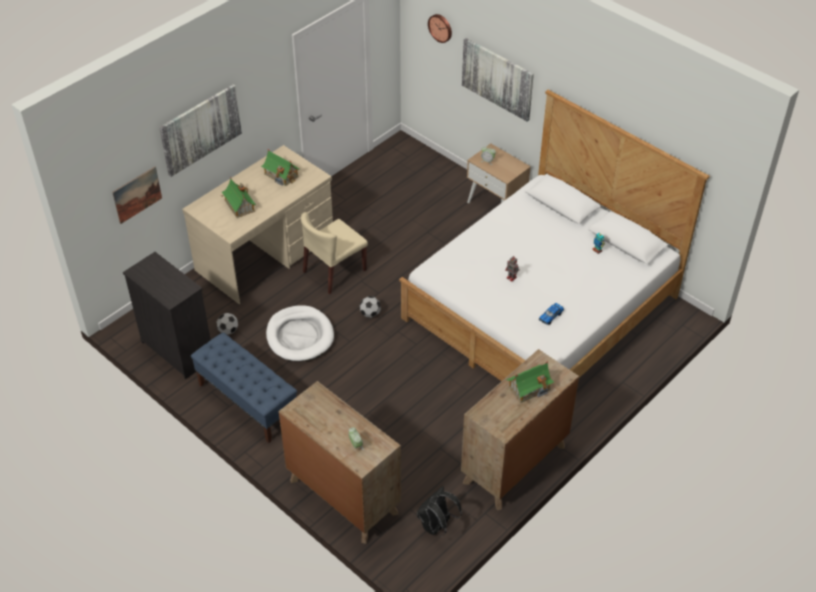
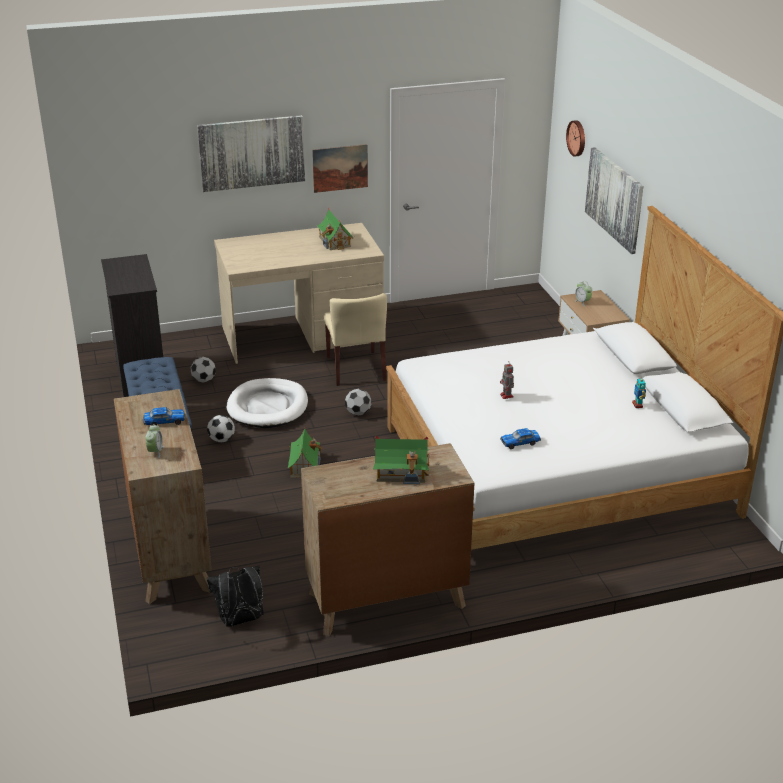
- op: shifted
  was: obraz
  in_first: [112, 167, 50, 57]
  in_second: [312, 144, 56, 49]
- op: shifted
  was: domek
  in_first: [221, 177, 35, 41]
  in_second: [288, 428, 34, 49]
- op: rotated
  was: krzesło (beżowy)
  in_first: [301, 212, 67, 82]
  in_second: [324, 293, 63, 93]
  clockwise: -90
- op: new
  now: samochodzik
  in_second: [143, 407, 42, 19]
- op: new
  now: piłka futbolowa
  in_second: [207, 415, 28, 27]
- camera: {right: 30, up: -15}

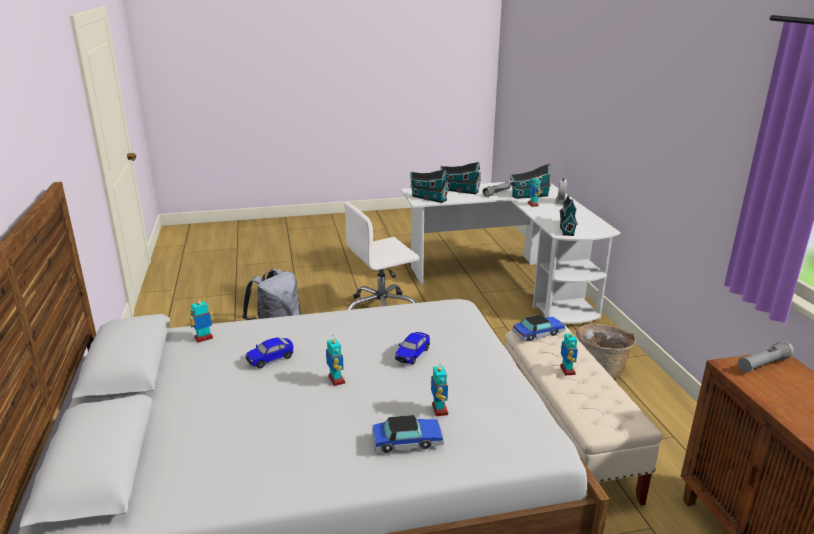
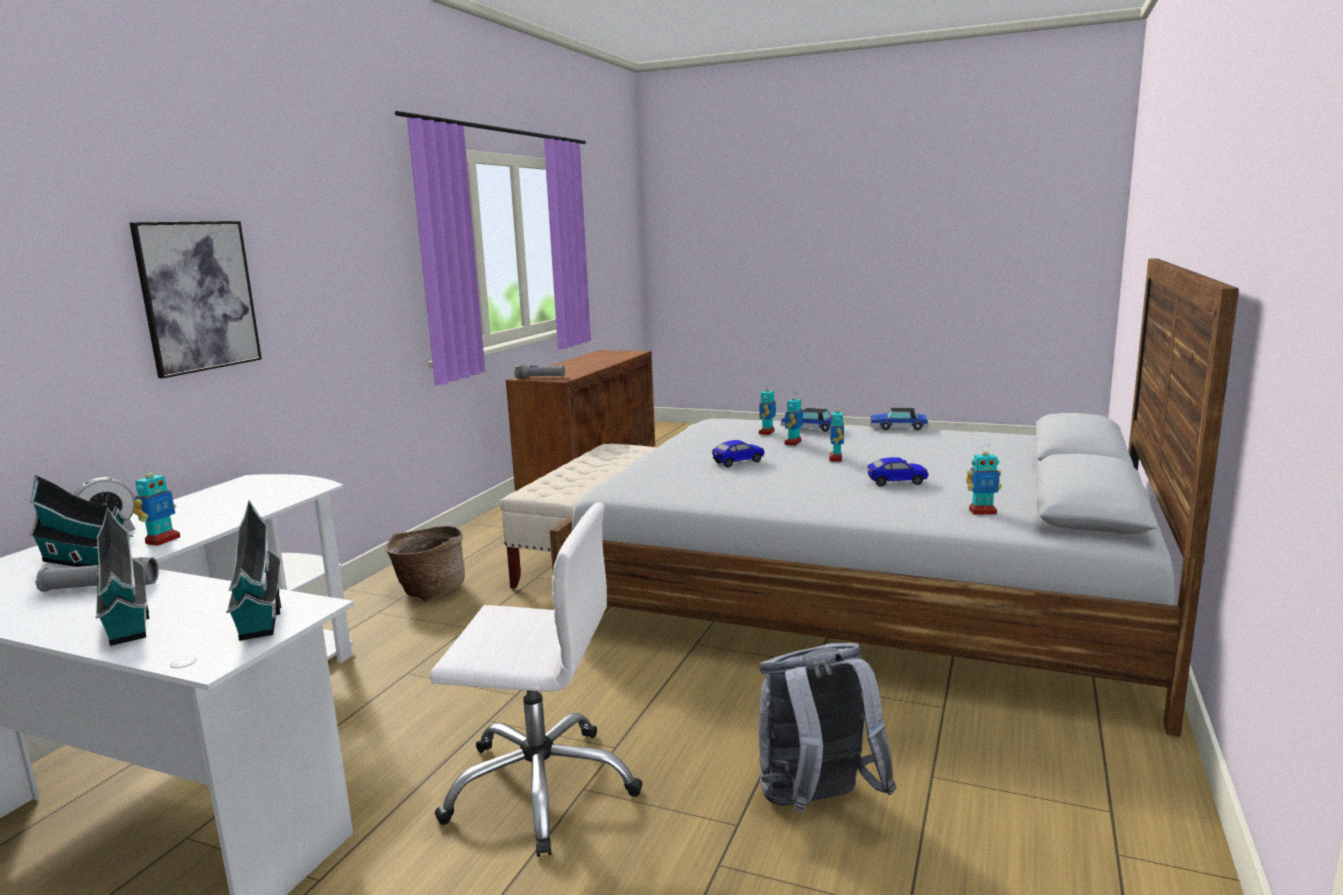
- op: shifted
  was: samochodzik
  in_first: [512, 314, 54, 27]
  in_second: [870, 408, 58, 23]
- op: gone
  was: domek
  in_first: [559, 195, 19, 41]
- op: shifted
  was: robot zabawkowy
  in_first: [560, 329, 18, 46]
  in_second: [784, 393, 20, 53]
- op: new
  now: obraz
  in_second: [130, 221, 132, 157]
- camera: {right: -145, up: -10}

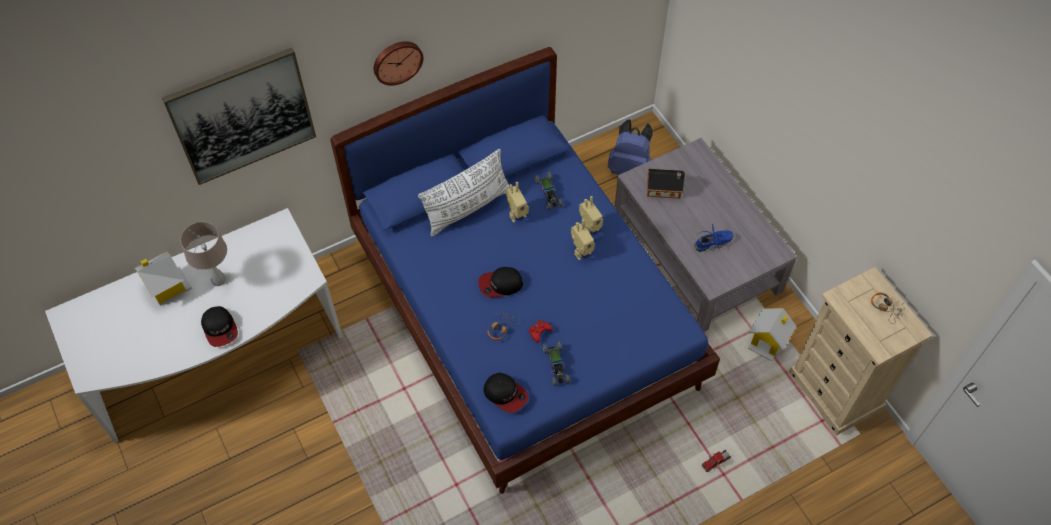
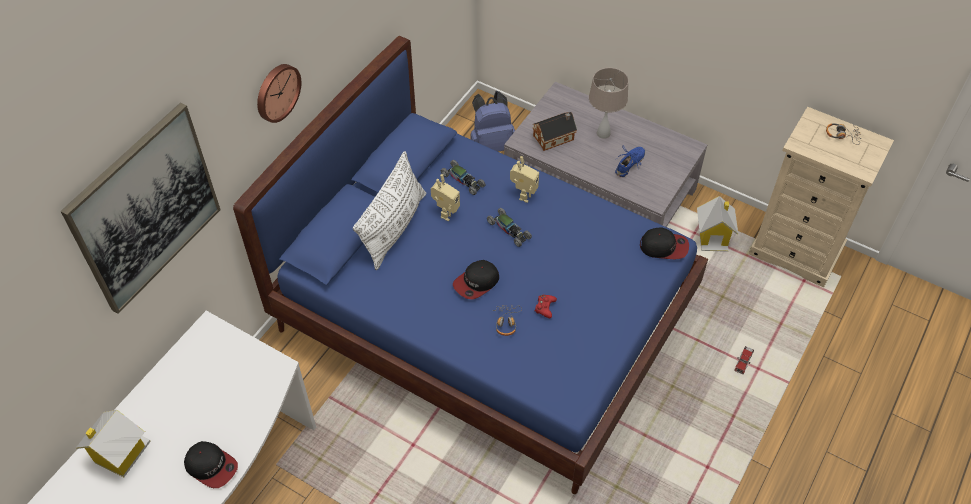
- op: shifted
  was: lampa stołowa (beżowy)
  in_first: [180, 222, 47, 64]
  in_second: [589, 68, 40, 71]
- op: shifted
  was: czapka z daszkiem
  in_first: [483, 373, 45, 40]
  in_second: [640, 227, 49, 32]
- op: shifted
  was: samochodzik
  in_first: [543, 341, 27, 45]
  in_second: [487, 208, 45, 39]
- op: gone
  was: robot zabawkowy
  in_first: [571, 219, 24, 41]
- camera: {right: -30, up: -5}

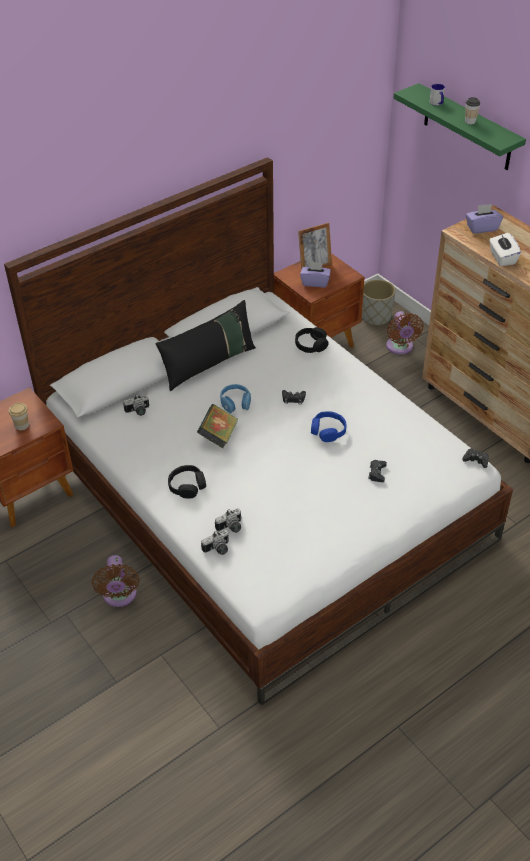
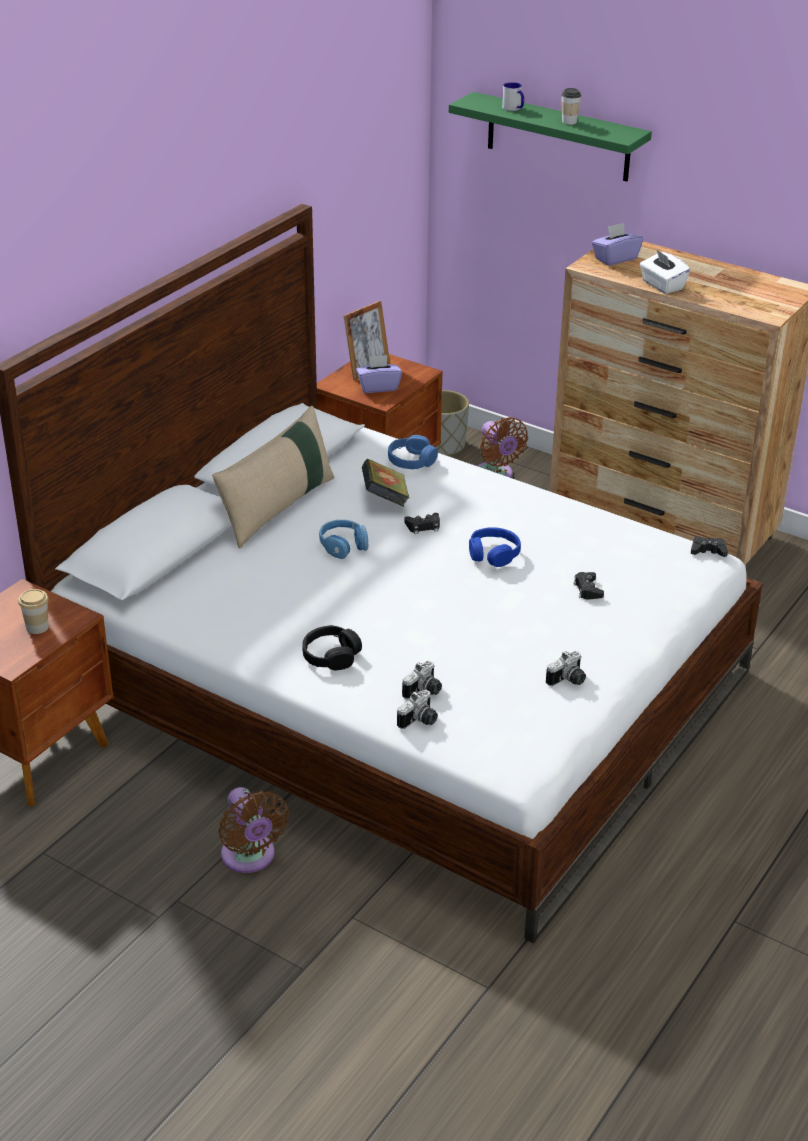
- op: shifted
  was: aparat fotograficzny
  in_first: [123, 394, 26, 22]
  in_second: [546, 651, 40, 35]
- op: repainted
  was: poduszka (czarny)
  now: poduszka (beżowy)
  in_first: [155, 300, 101, 91]
  in_second: [212, 406, 123, 143]
- op: shifted
  was: książka
  in_first: [197, 404, 41, 44]
  in_second: [361, 459, 49, 48]
- op: repainted
  was: słuchawki (czarny)
  now: słuchawki (niebieski)
  in_first: [295, 327, 33, 26]
  in_second: [388, 435, 50, 34]
- camera: {right: -20, up: -10}

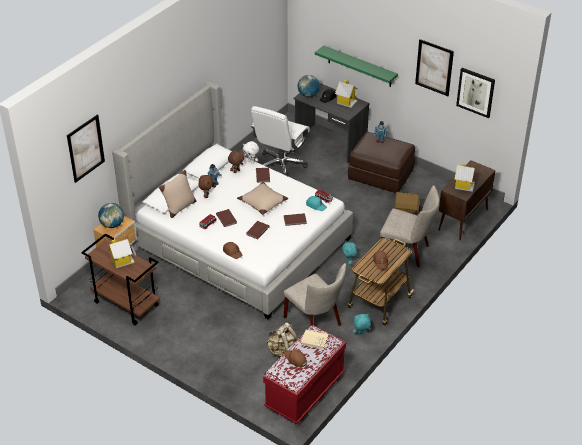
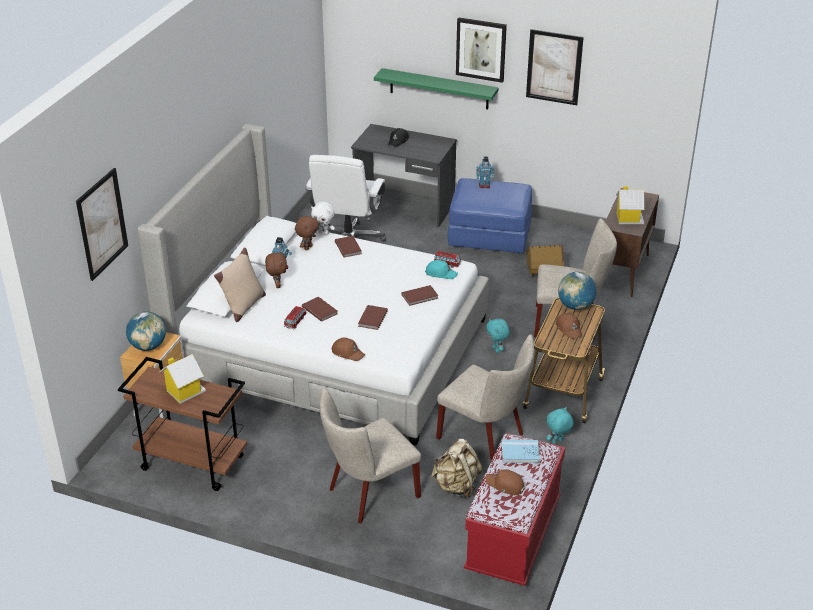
- op: gone
  was: poduszka (beżowy)
  in_first: [237, 182, 51, 33]
- op: shifted
  was: globus
  in_first: [298, 75, 22, 22]
  in_second: [558, 272, 39, 38]
- op: repainted
  was: książka (beżowy)
  now: książka (niebieski)
  in_first: [301, 330, 27, 19]
  in_second: [502, 440, 38, 23]
- op: gone
  was: domek
  in_first: [335, 80, 22, 28]
- op: repainted
  was: pufa (brązowy)
  now: pufa (niebieski)
  in_first: [348, 132, 67, 61]
  in_second: [447, 178, 85, 75]
- op: shifted
  was: obraz
  in_first: [456, 68, 39, 50]
  in_second: [456, 17, 51, 66]
- op: new
  now: krzesło (beżowy)
  in_second: [320, 387, 101, 137]
- camera: {right: -15, up: -5}

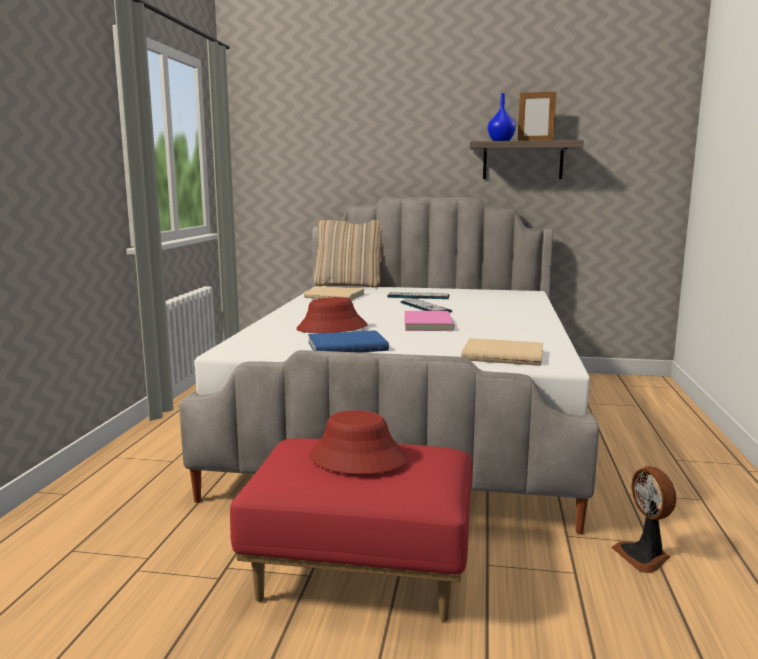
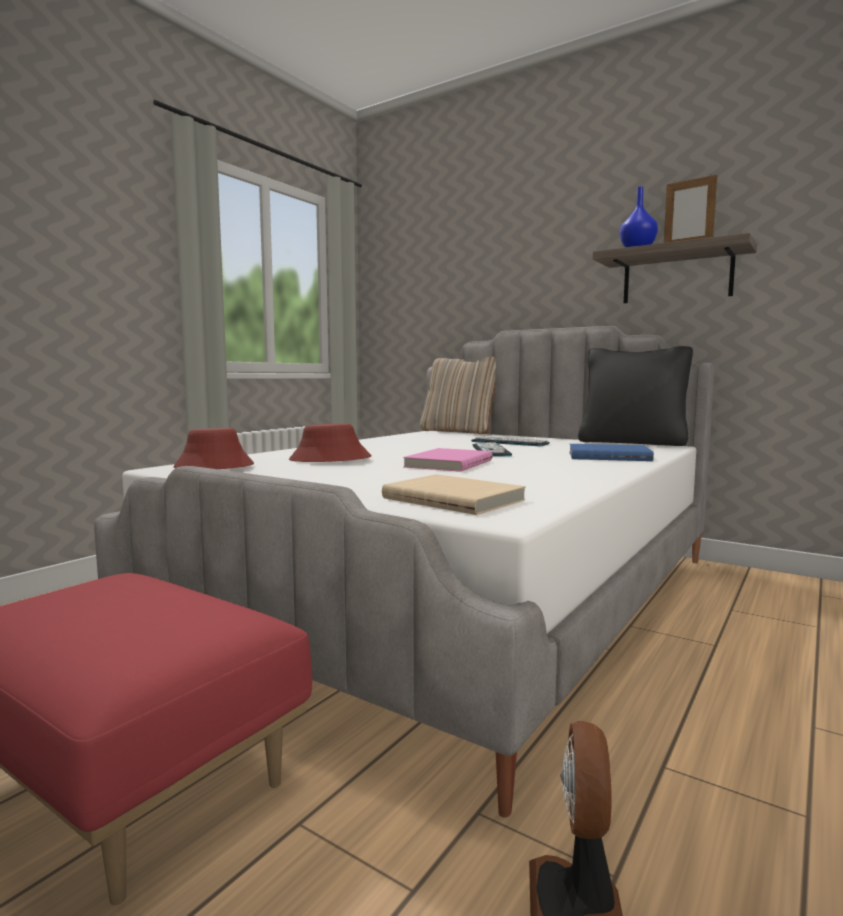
- op: gone
  was: książka (beżowy)
  in_first: [304, 286, 61, 15]
- op: shifted
  was: książka (niebieski)
  in_first: [308, 330, 81, 23]
  in_second: [569, 444, 85, 17]
- op: shifted
  was: kapelusz (czerwony)
  in_first: [309, 410, 99, 64]
  in_second: [173, 428, 81, 41]
- op: new
  now: poduszka (czarny)
  in_second: [578, 346, 115, 100]
- camera: {right: 25, up: -5}

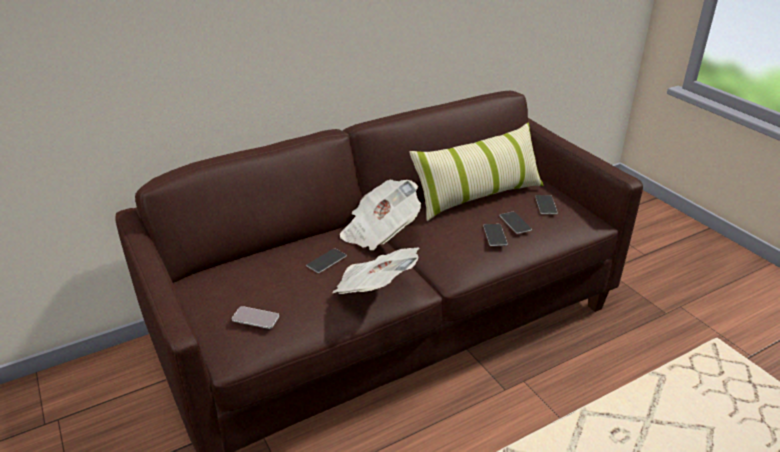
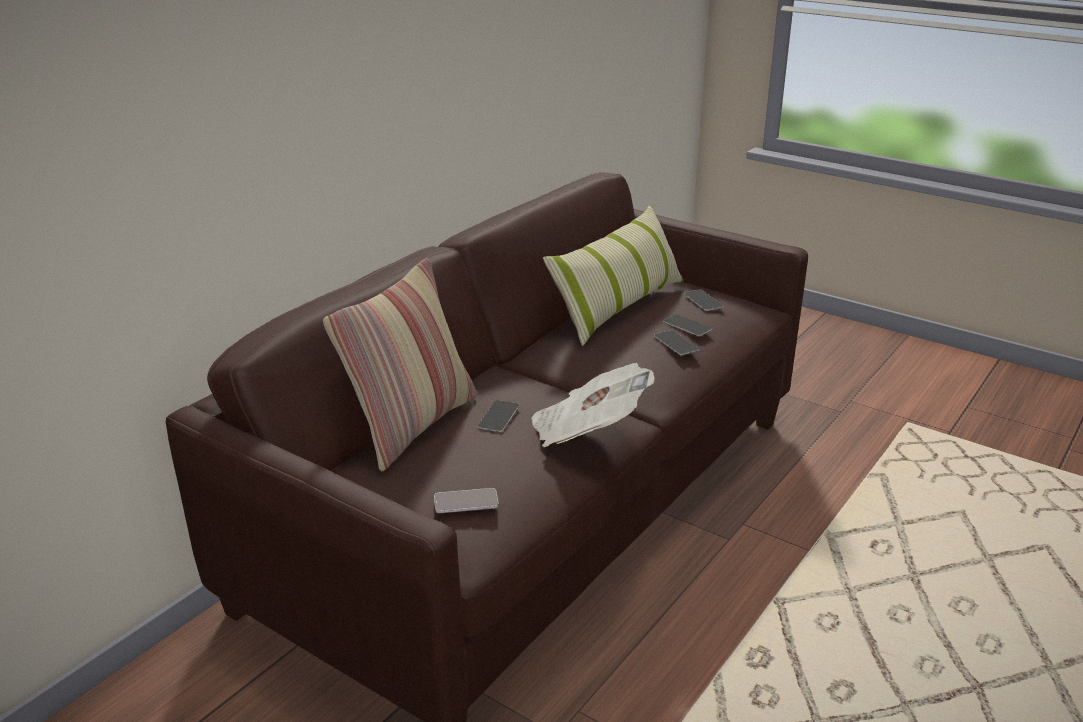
- op: gone
  was: gazeta
  in_first: [340, 180, 81, 70]
- op: new
  now: poduszka
  in_second: [323, 258, 154, 213]
- camera: {right: -25, up: -5}

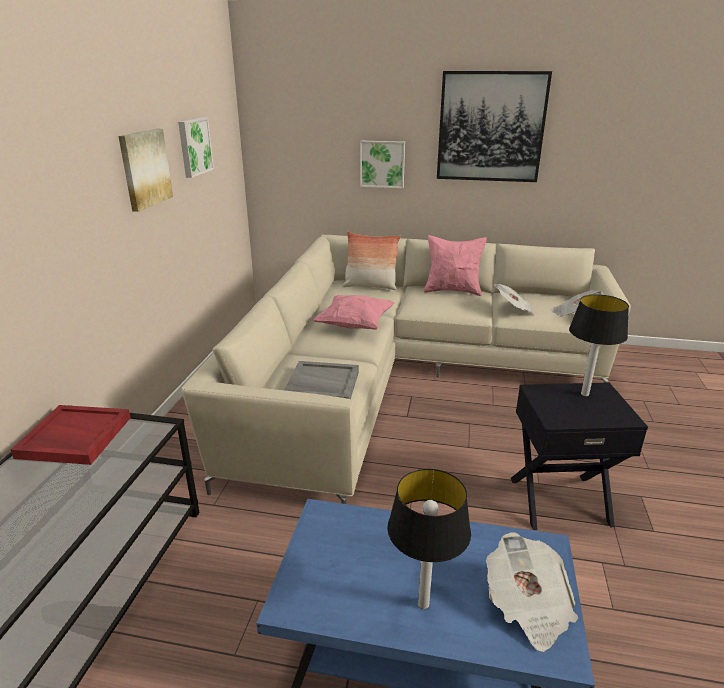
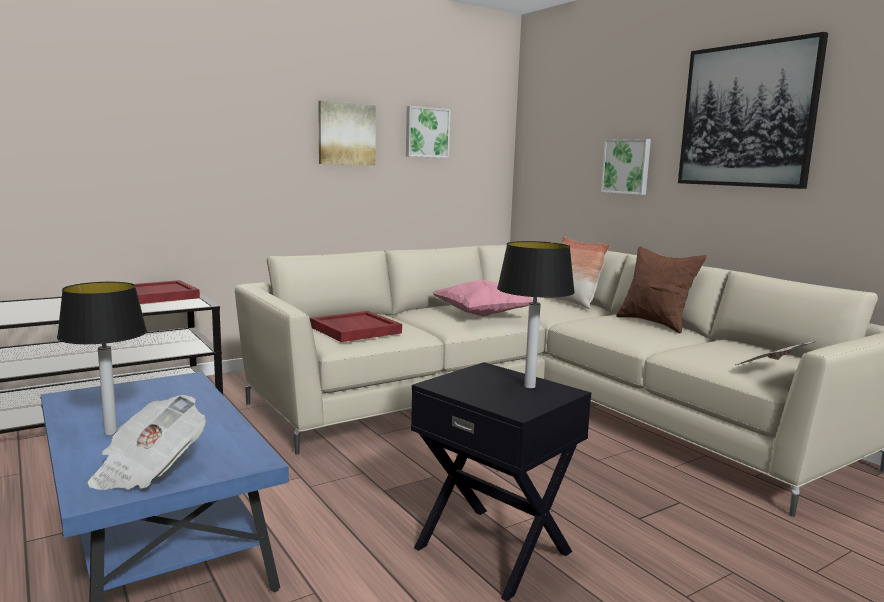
- op: repainted
  was: taca (szary)
  now: taca (czerwony)
  in_first: [284, 361, 75, 38]
  in_second: [310, 311, 92, 31]
- op: repainted
  was: poduszka (różowy)
  now: poduszka (brązowy)
  in_first: [424, 235, 63, 61]
  in_second: [616, 247, 90, 86]
- op: gone
  was: gazeta
  in_first: [494, 284, 43, 30]
- camera: {right: 45, up: -15}

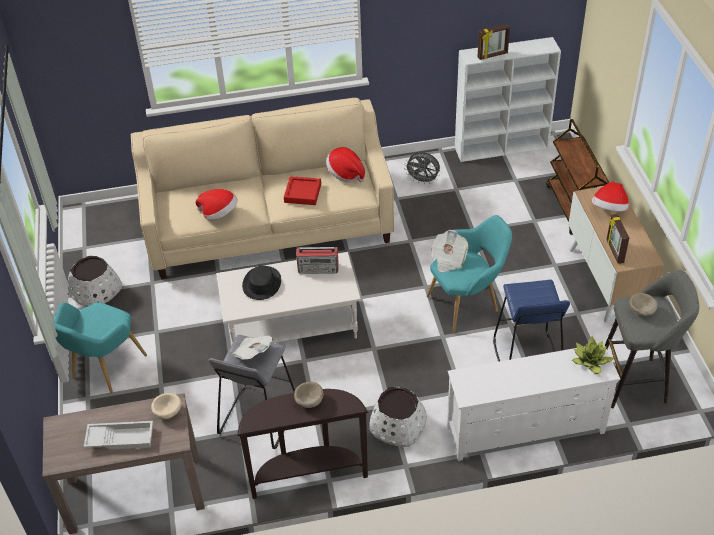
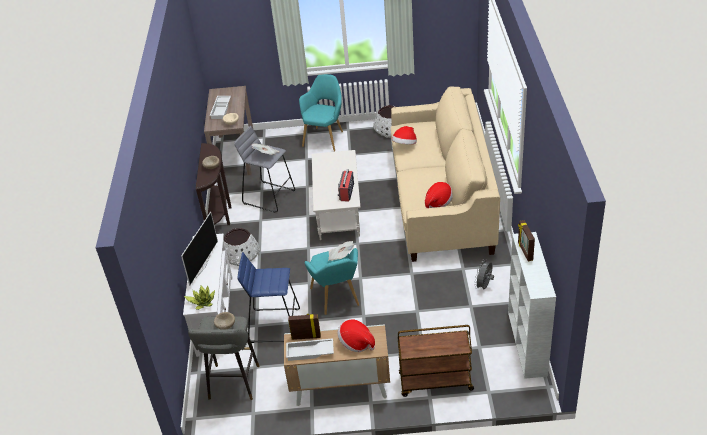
- op: rotated
  was: fotel (turkusowy)
  in_first: [53, 302, 94, 92]
  in_second: [299, 74, 44, 78]
  clockwise: 75
- op: gone
  was: kapelusz (czarny)
  in_first: [242, 266, 39, 34]
- op: gone
  was: taca (czerwony)
  in_first: [284, 176, 37, 29]
- op: new
  now: telewizor
  in_second: [181, 212, 37, 74]
- op: new
  now: taca (biały)
  in_second: [286, 338, 48, 23]
- camera: {right: 100, up: -5}

